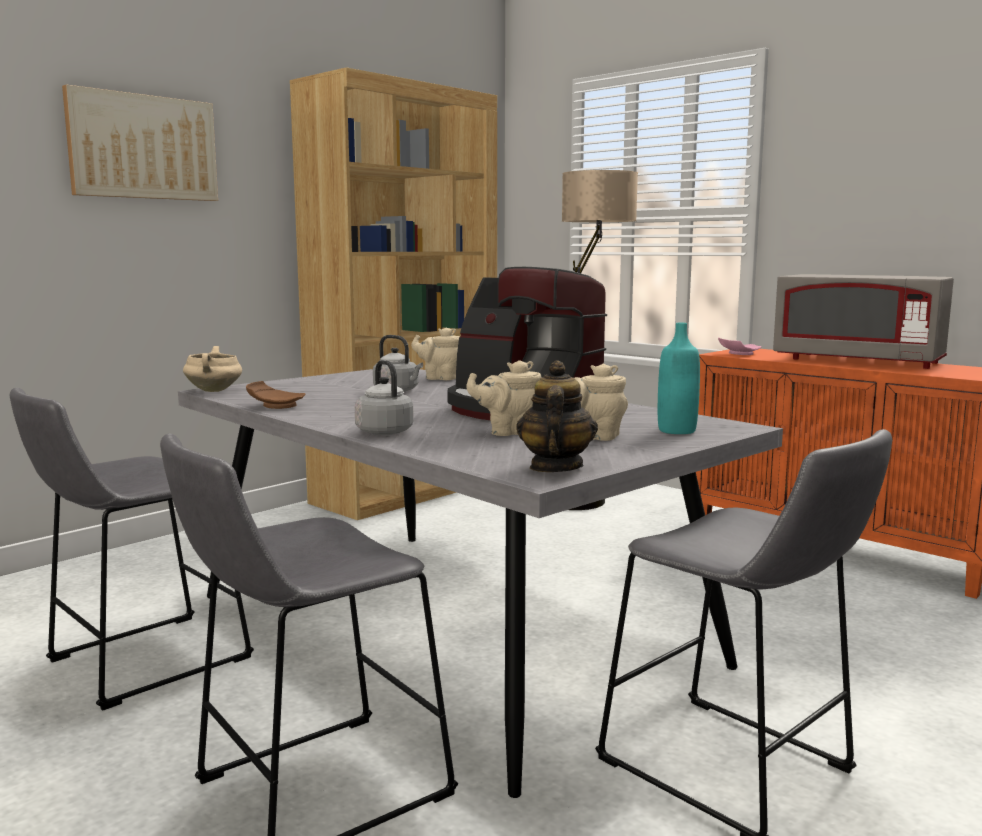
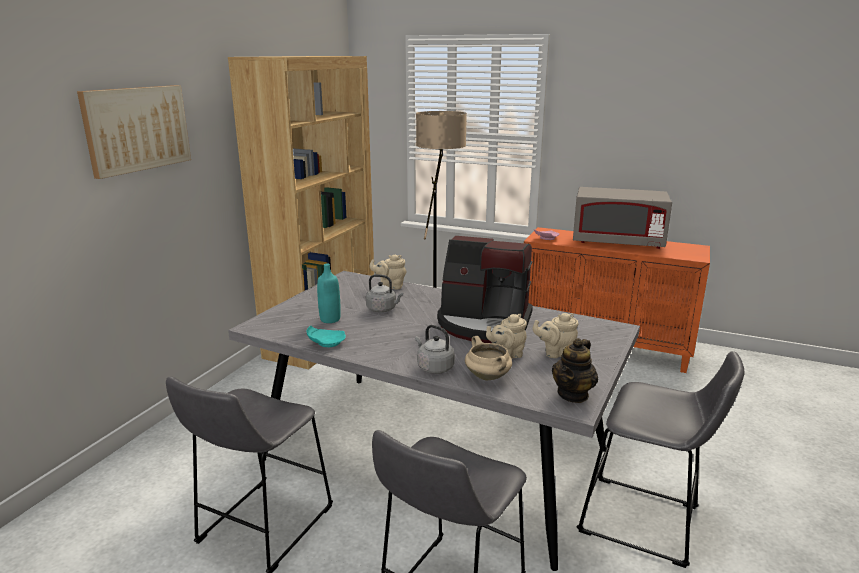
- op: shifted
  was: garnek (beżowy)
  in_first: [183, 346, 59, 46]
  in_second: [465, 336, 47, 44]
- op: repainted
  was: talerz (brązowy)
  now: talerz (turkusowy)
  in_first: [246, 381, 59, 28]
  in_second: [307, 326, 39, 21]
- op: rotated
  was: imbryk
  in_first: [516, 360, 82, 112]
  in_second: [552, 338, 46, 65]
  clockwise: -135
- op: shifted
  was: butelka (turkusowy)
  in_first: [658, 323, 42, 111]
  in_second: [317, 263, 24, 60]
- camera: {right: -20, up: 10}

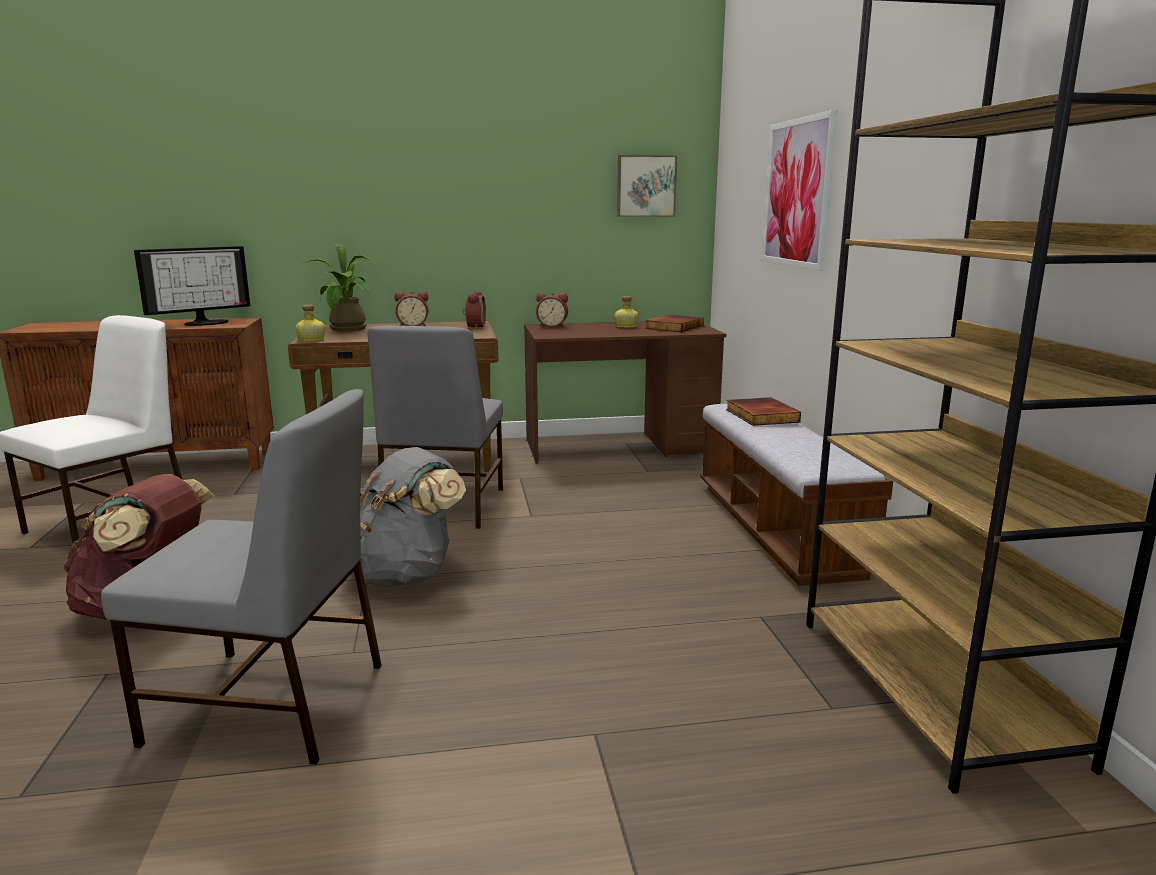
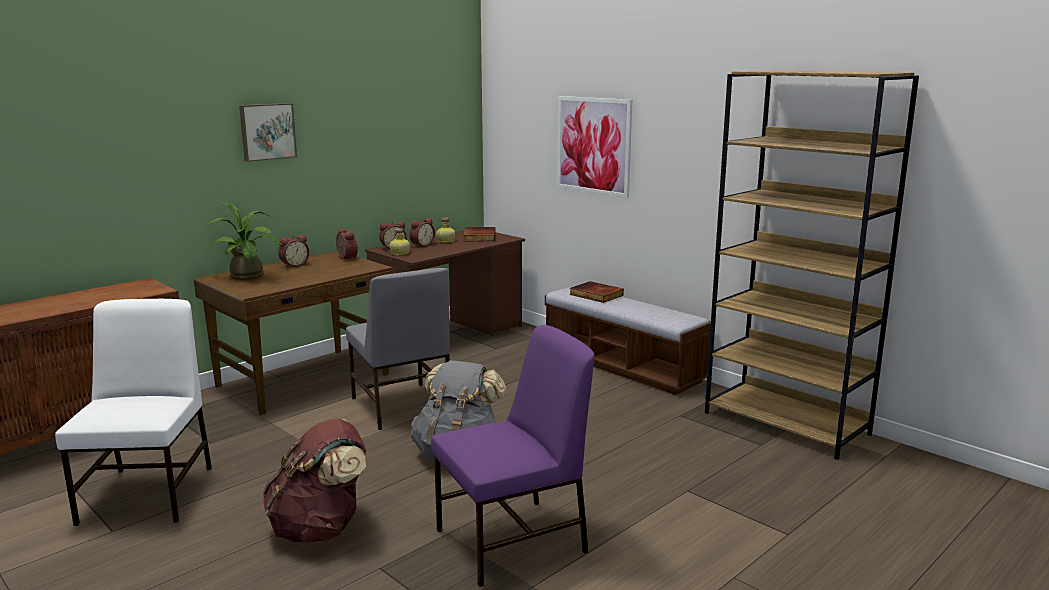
- op: repainted
  was: krzesło (szary)
  now: krzesło (fioletowy)
  in_first: [101, 389, 281, 375]
  in_second: [431, 325, 163, 262]
- op: gone
  was: monitor
  in_first: [134, 246, 116, 80]
- op: shifted
  was: butelka
  in_first: [295, 305, 30, 36]
  in_second: [389, 228, 21, 27]
- op: shifted
  was: obraz
  in_first: [617, 155, 60, 62]
  in_second: [239, 103, 58, 59]
- op: new
  now: budzik
  in_second: [409, 218, 26, 30]
- camera: {right: -35, up: 0}

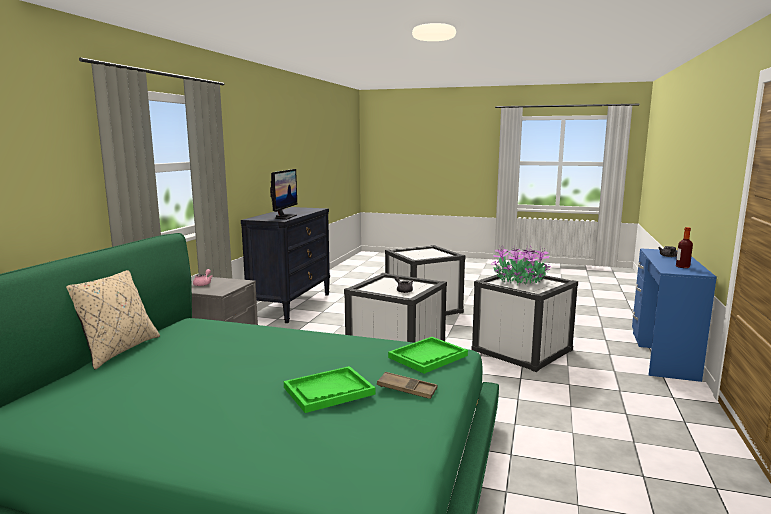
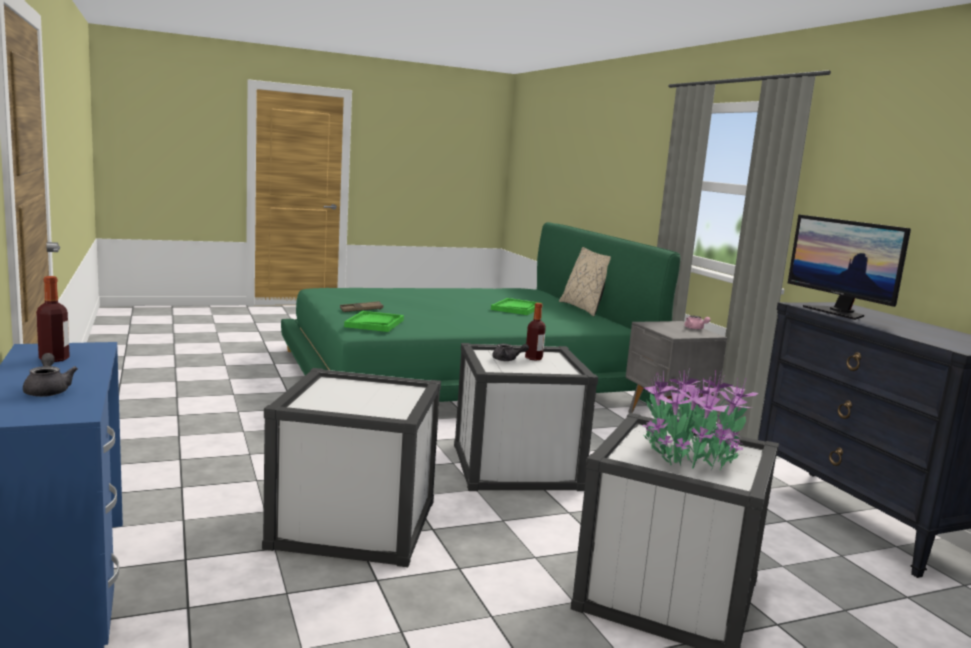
- op: shifted
  was: taca (zielony)
  in_first: [284, 366, 91, 47]
  in_second: [491, 298, 49, 17]
- op: shifted
  was: roślina doniczkowa
  in_first: [491, 244, 60, 42]
  in_second: [642, 367, 116, 103]
- op: new
  now: butelka
  in_second: [525, 303, 21, 58]
- camera: {right: 140, up: 0}

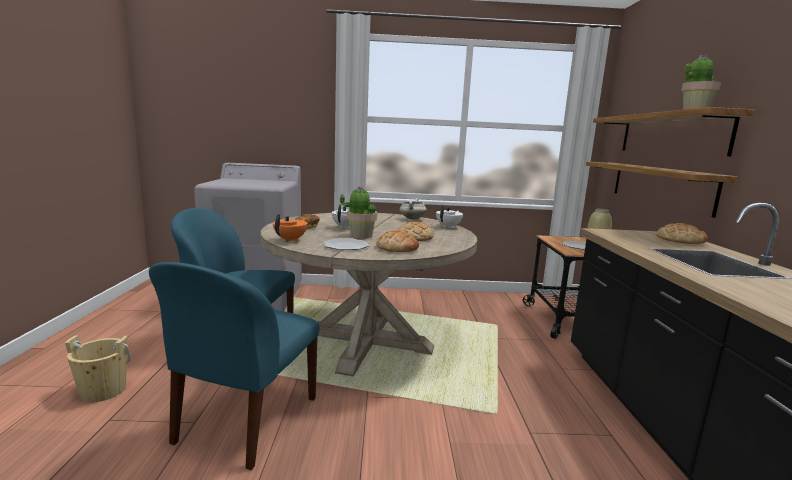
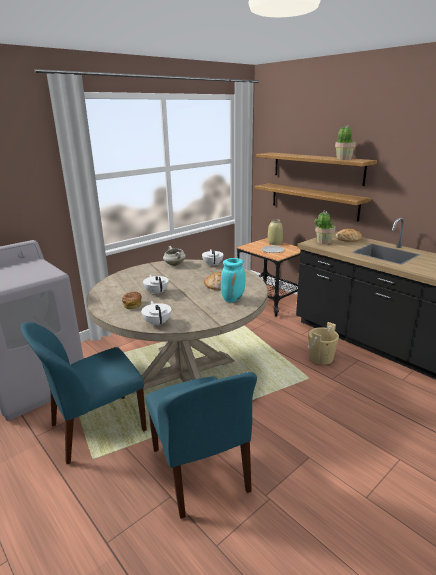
- op: shifted
  was: wiadro (beżowy)
  in_first: [65, 335, 66, 67]
  in_second: [308, 322, 31, 43]
- op: repainted
  was: imbryk (pomarańczowy)
  now: imbryk (biały)
  in_first: [273, 214, 35, 28]
  in_second: [141, 301, 30, 25]
- op: gone
  was: talerz
  in_first: [324, 238, 45, 12]
- op: shifted
  was: roślina doniczkowa
  in_first: [340, 186, 37, 53]
  in_second: [315, 211, 21, 33]
- op: swapped
  was: chleb
  now: wazon (turkusowy)
  in_first: [376, 230, 43, 22]
  in_second: [221, 258, 24, 44]
- camera: {right: -40, up: 10}

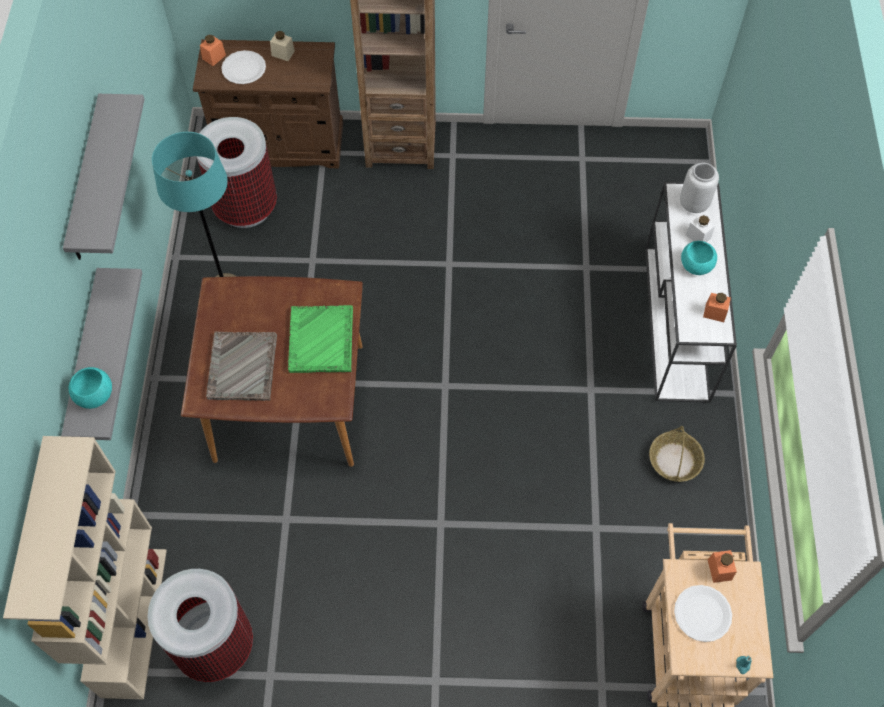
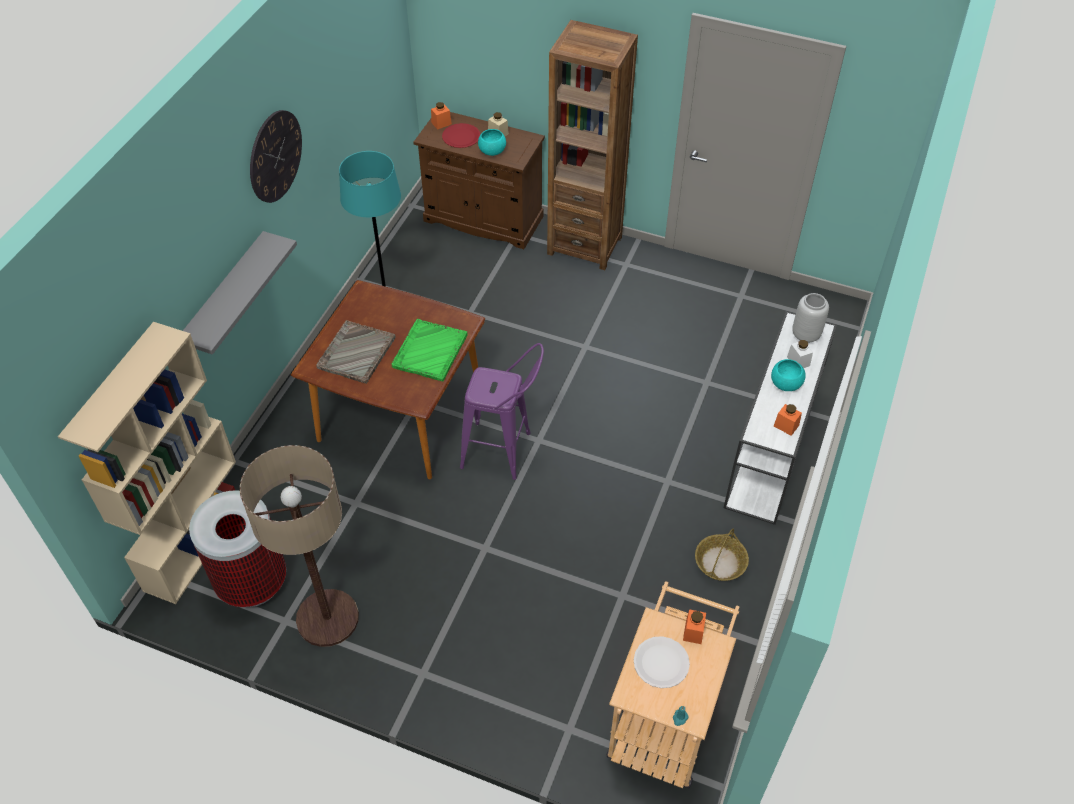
- op: swapped
  was: półka (szary)
  now: zegar ścienny
  in_first: [63, 94, 82, 166]
  in_second: [250, 110, 52, 93]
- op: shifted
  was: miska (turkusowy)
  in_first: [69, 367, 43, 42]
  in_second: [478, 129, 28, 27]
- op: gone
  was: kosz na śmieci
  in_first: [196, 117, 81, 111]
- op: repainted
  was: talerz (biały)
  now: talerz (czerwony)
  in_first: [221, 50, 45, 34]
  in_second: [442, 123, 38, 25]
- op: new
  now: lampa stojąca
  in_second: [240, 445, 119, 202]
- op: new
  now: stołek (fioletowy)
  in_second: [460, 343, 84, 137]
- camera: {right: 20, up: -10}

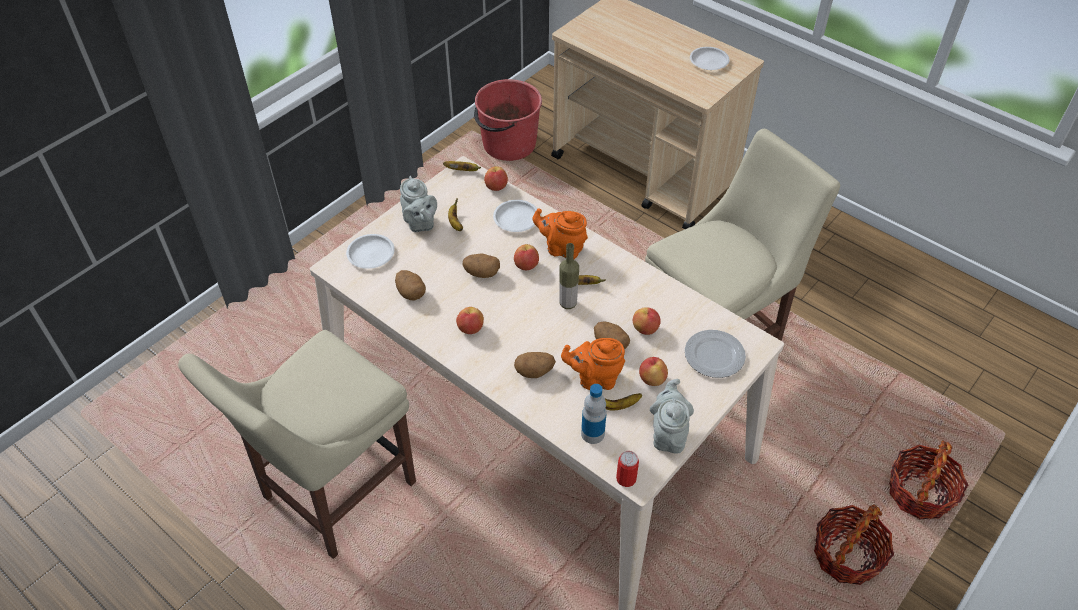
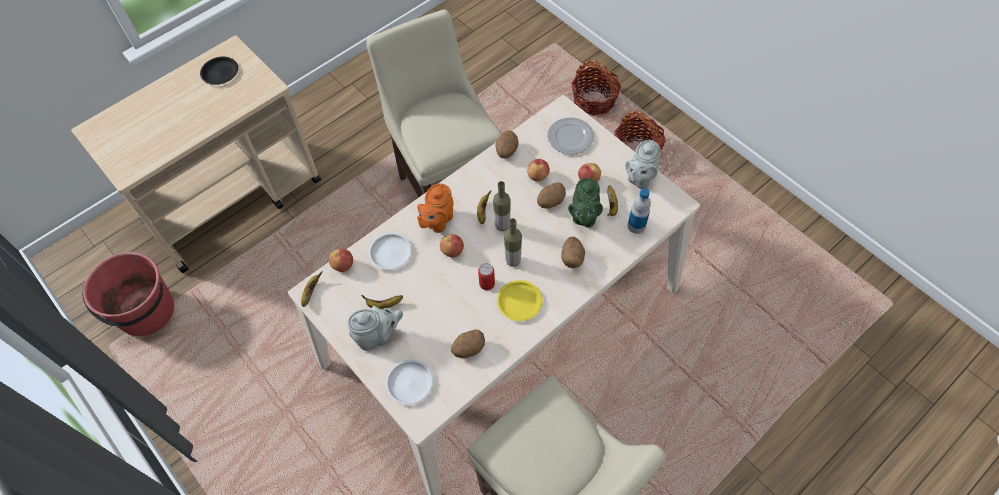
- op: swapped
  was: jabłko
  now: talerz (żółty)
  in_first: [456, 307, 28, 27]
  in_second: [497, 280, 46, 41]
- op: shifted
  was: ziemniak
  in_first: [463, 254, 37, 24]
  in_second: [495, 130, 23, 28]
- op: repainted
  was: imbryk (pomarańczowy)
  now: imbryk (zielony)
  in_first: [561, 338, 64, 52]
  in_second: [568, 178, 35, 50]
- op: shifted
  was: puszka
  in_first: [616, 451, 23, 36]
  in_second: [478, 263, 17, 27]
- op: rotated
  was: imbryk (szary)
  in_first: [650, 379, 44, 75]
  in_second: [625, 140, 36, 49]
  clockwise: -75
- op: repainted
  was: talerz (biały)
  now: talerz (czarny)
  in_first: [690, 47, 40, 23]
  in_second: [200, 57, 38, 28]
- op: new
  now: butelka
  in_second: [504, 218, 18, 49]
- camera: {right: -80, up: 10}

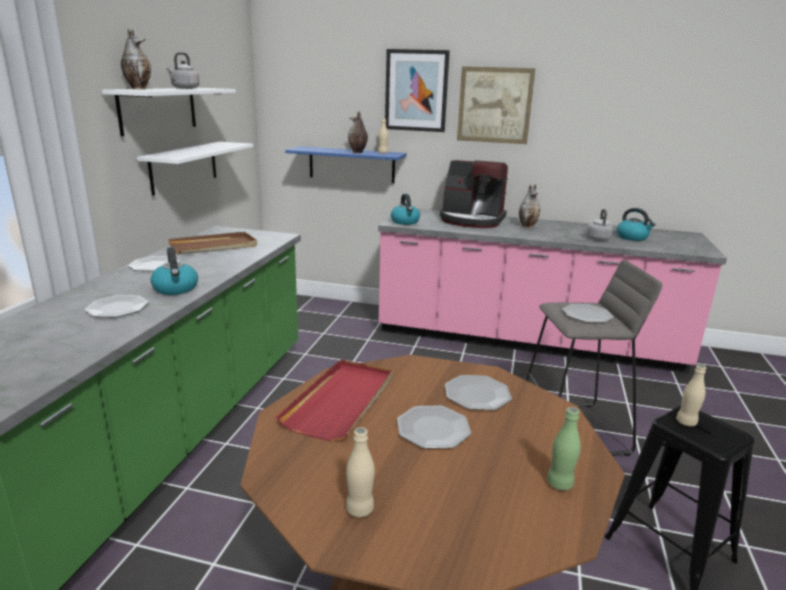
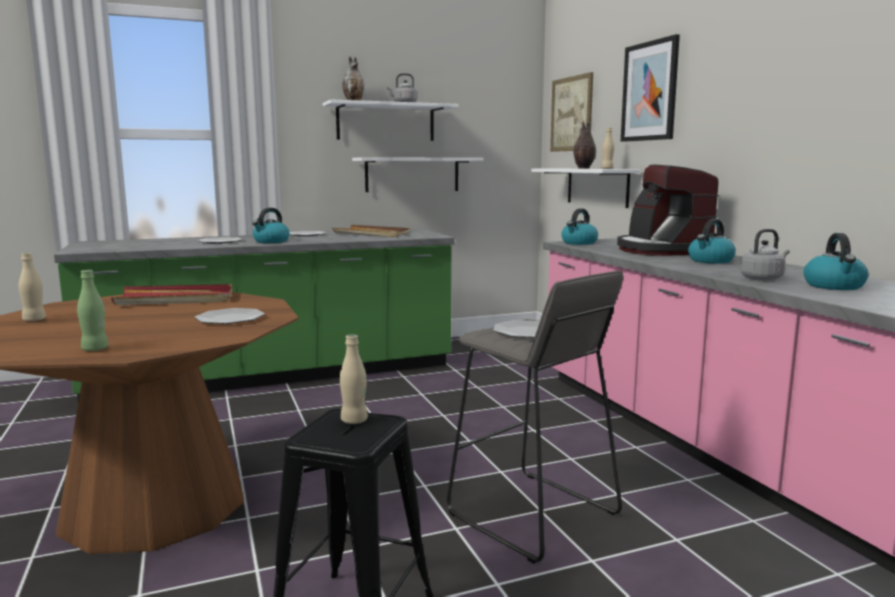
- op: repainted
  was: półka (niebieski)
  now: półka (biały)
  in_first: [285, 146, 122, 38]
  in_second: [531, 169, 108, 39]
- op: gone
  was: talerz
  in_first: [397, 405, 74, 44]
- op: shifted
  was: obraz
  in_first: [457, 66, 79, 78]
  in_second: [550, 72, 43, 80]
- op: swapped
  was: wazon
  now: czajnik
  in_first: [519, 184, 22, 44]
  in_second: [688, 219, 48, 45]
- camera: {right: 55, up: -10}

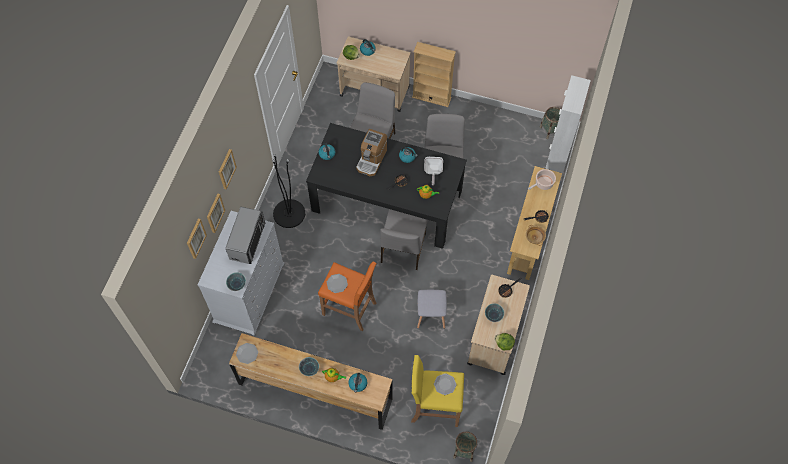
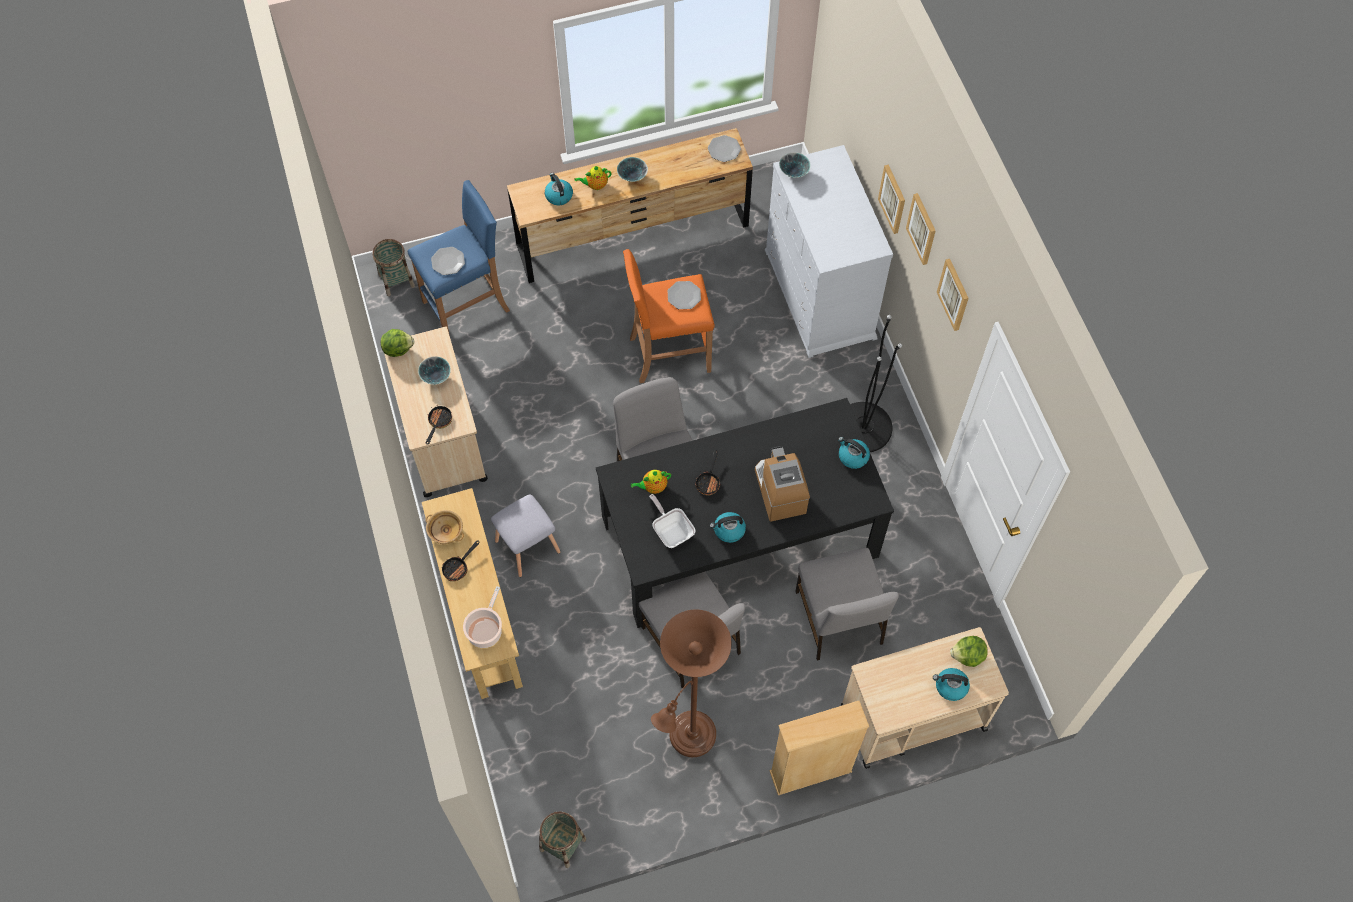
- op: shifted
  was: obraz
  in_first: [187, 218, 20, 41]
  in_second: [937, 259, 32, 72]
- op: gone
  was: mikrofalówka
  in_first: [225, 207, 40, 57]
- op: repainted
  was: stołek (żółty)
  now: stołek (niebieski)
  in_first: [411, 355, 53, 72]
  in_second: [408, 180, 102, 156]
- op: shifted
  was: stołek (szary)
  in_first: [417, 290, 30, 39]
  in_second: [491, 495, 69, 82]
- op: gone
  was: szafka (biały)
  in_first: [545, 75, 46, 109]
- op: new
  now: lampa stojąca (brązowy)
  in_second: [651, 609, 81, 148]
- camera: {right: 145, up: 0}

